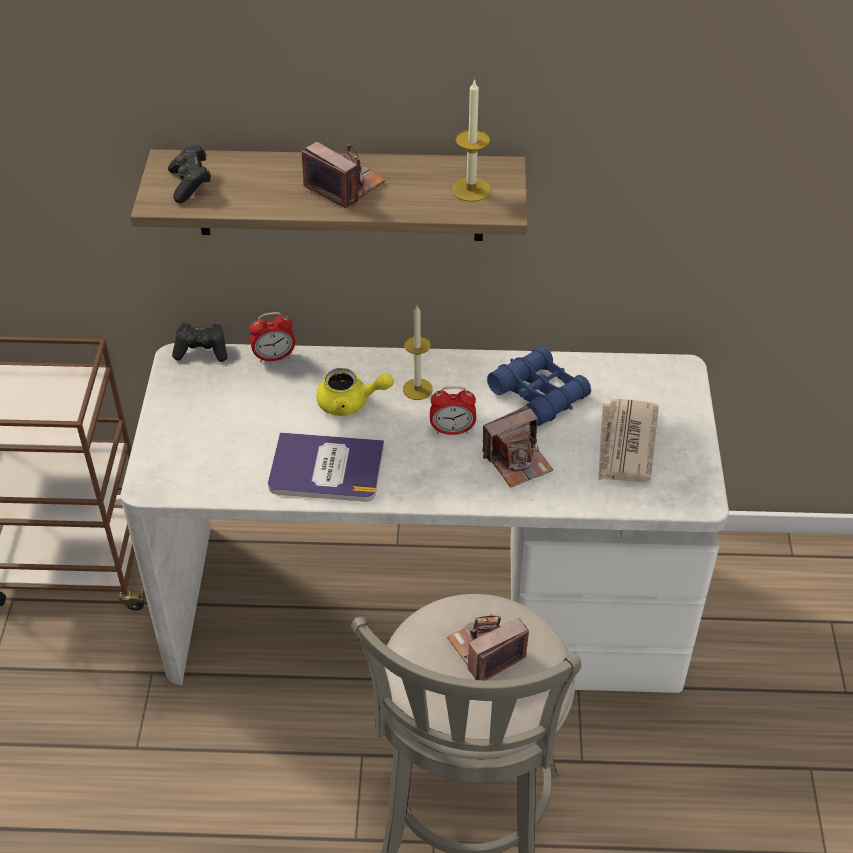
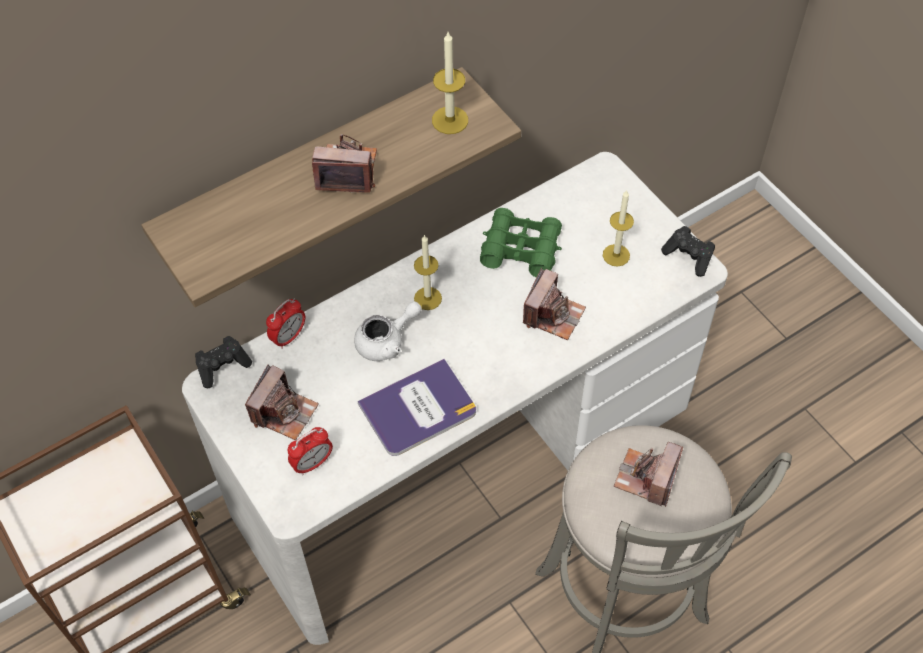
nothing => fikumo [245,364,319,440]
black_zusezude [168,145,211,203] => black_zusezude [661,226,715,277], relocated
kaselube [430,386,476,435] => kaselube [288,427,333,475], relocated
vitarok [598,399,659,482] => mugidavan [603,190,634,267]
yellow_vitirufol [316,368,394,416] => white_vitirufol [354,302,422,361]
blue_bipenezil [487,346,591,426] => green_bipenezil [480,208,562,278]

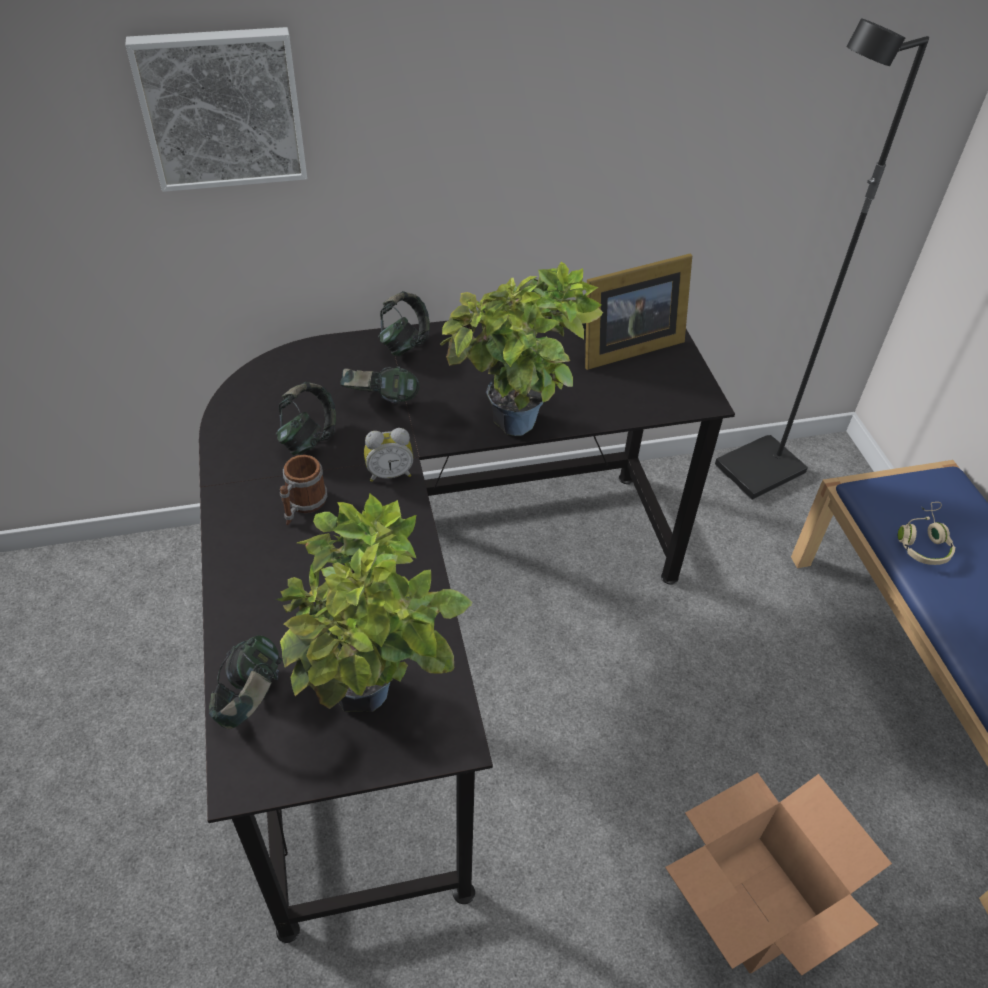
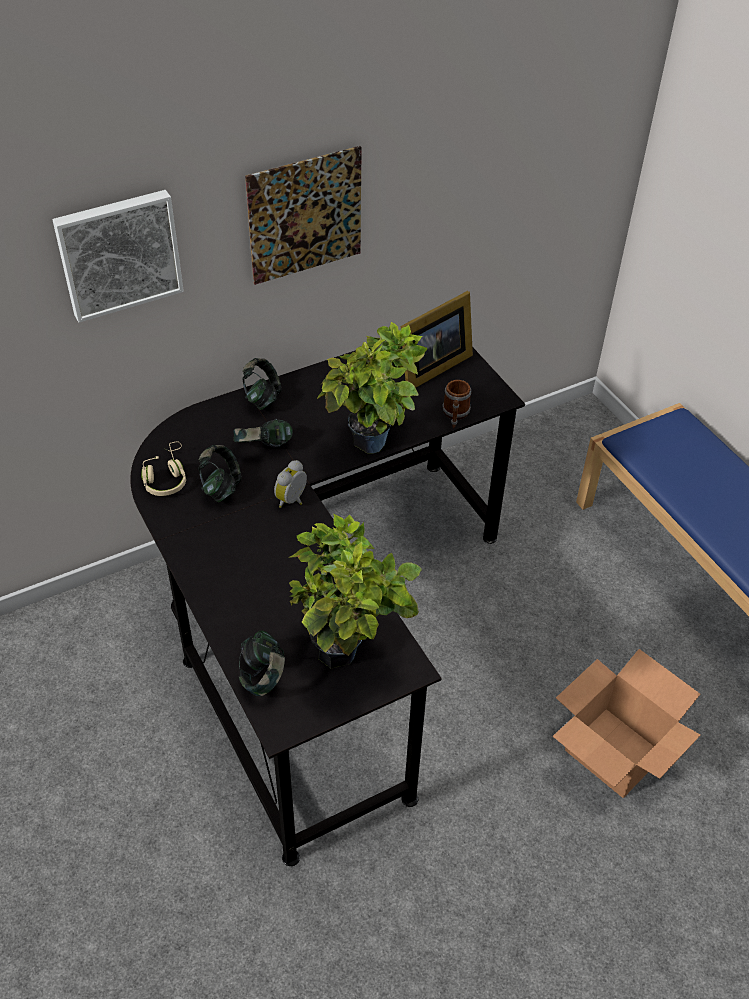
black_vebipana [715,18,929,500] => nothing
nothing => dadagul [245,146,362,285]
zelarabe [280,455,327,525] => zelarabe [442,380,471,429], relocated
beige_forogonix [898,502,955,565] => beige_forogonix [141,441,186,496], relocated
kaselube [364,428,414,482] => kaselube [274,460,307,508], 150 degrees clockwise

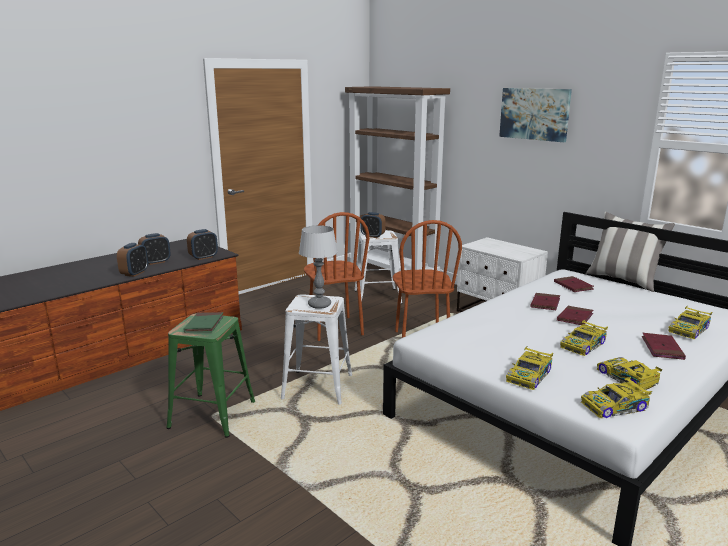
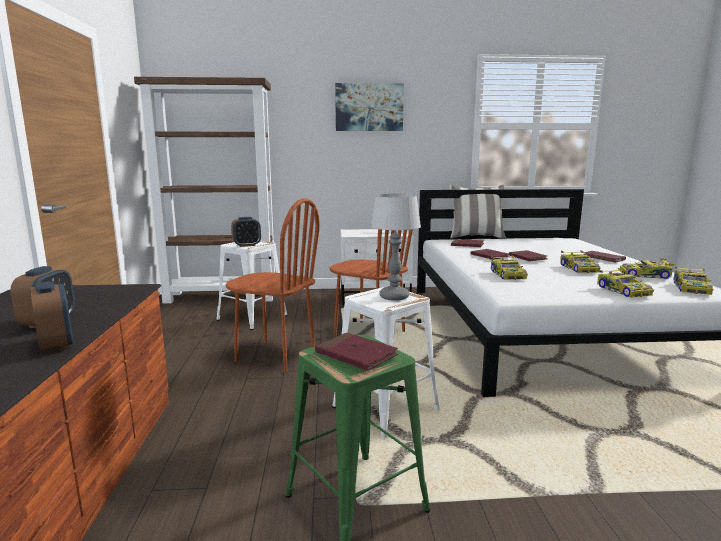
kaselube [187,229,218,260] => nothing
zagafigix [668,306,712,339] => zagafigix [491,255,528,280], relocated
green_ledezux [183,312,224,332] => red_ledezux [315,333,398,371]

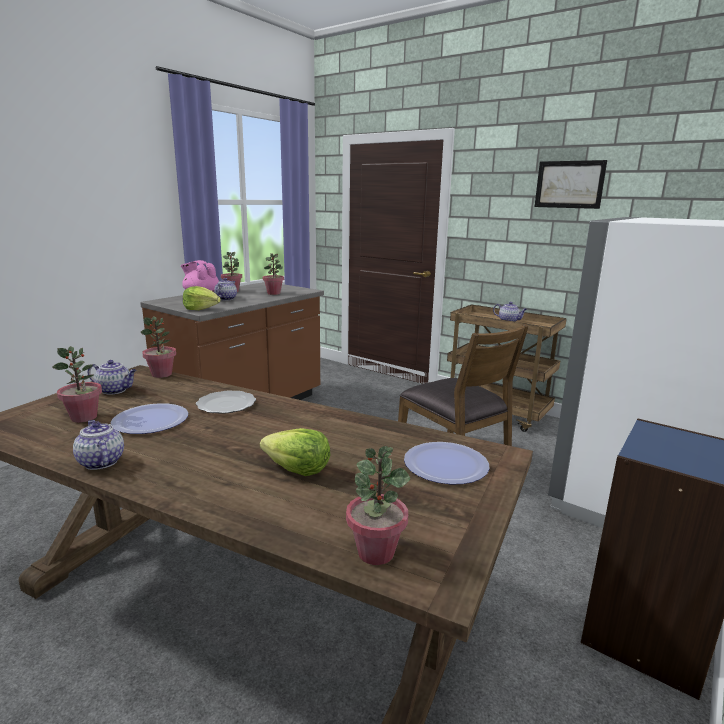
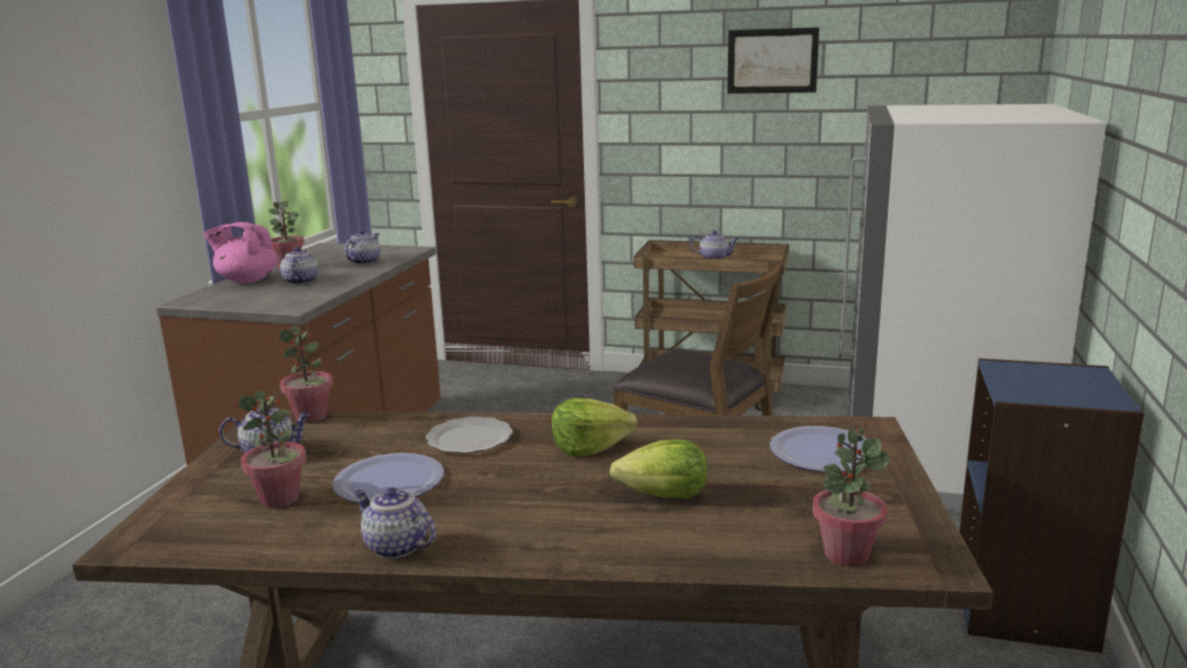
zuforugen [183,286,221,310] => zuforugen [551,398,638,457], relocated
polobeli [263,253,284,295] => vitirufol [344,230,380,265]

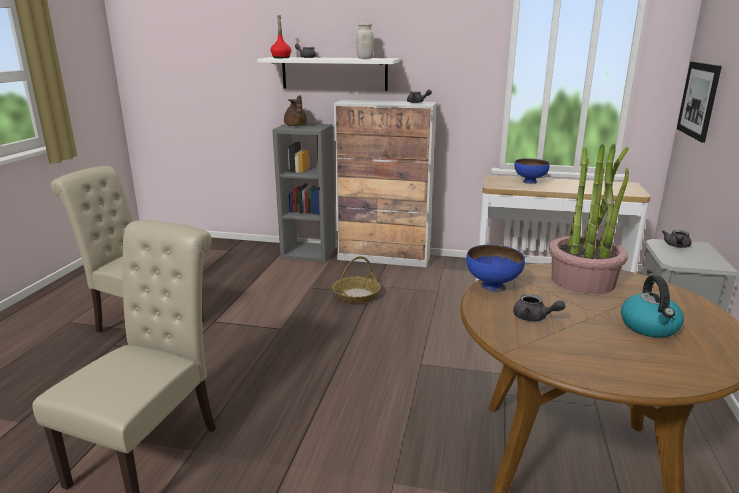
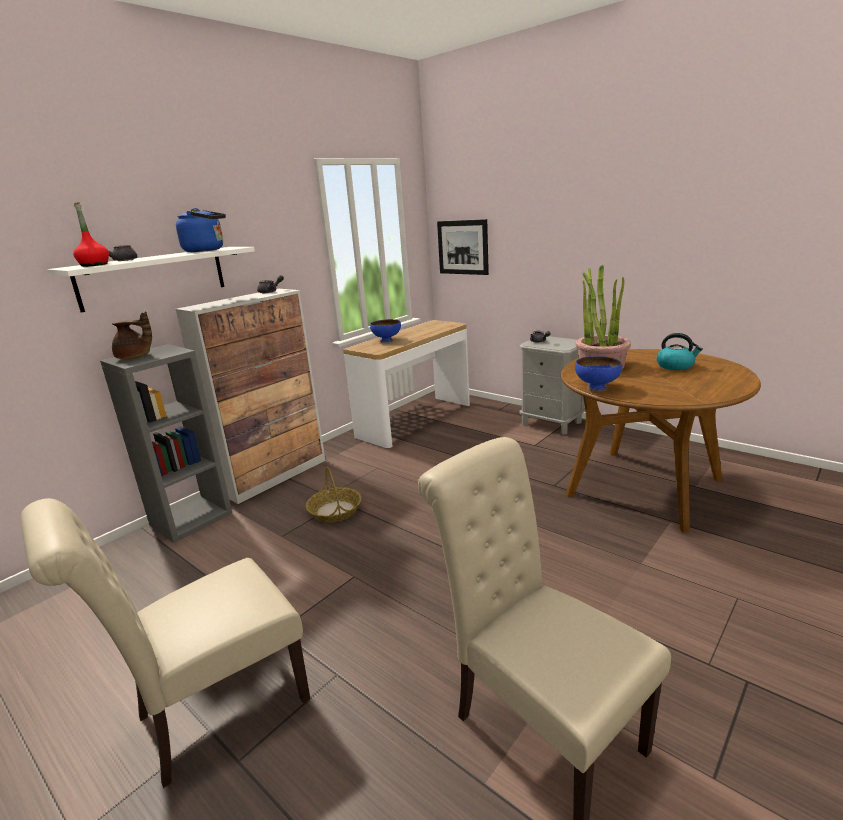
grey_vitirufol [513,294,565,321] => nothing
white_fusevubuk [356,22,374,59] => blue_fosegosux [176,208,226,252]

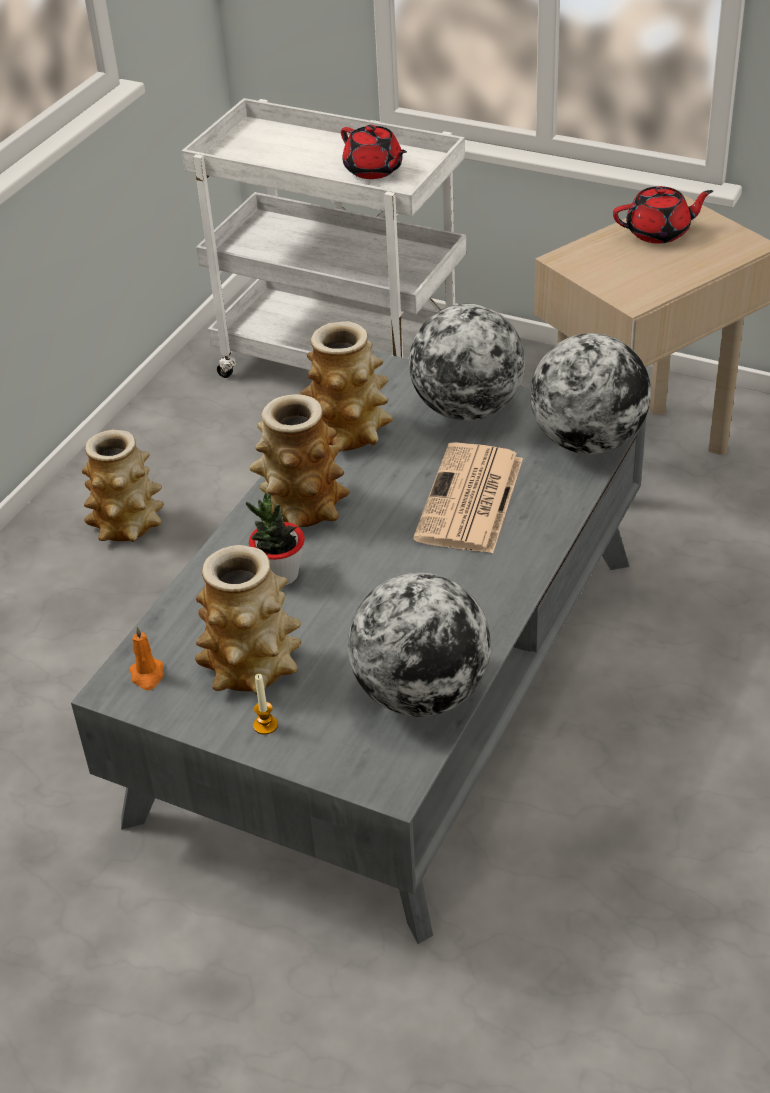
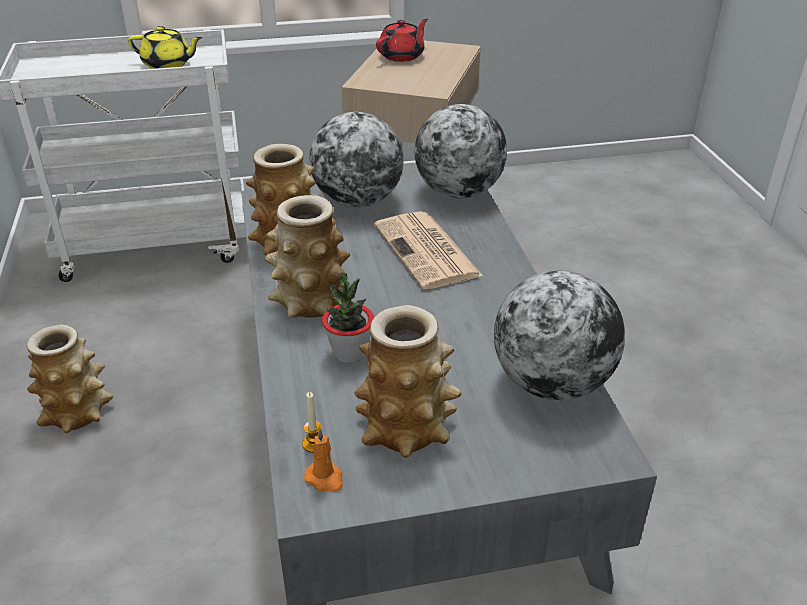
mugidavan [253,674,278,735] => mugidavan [302,392,321,453], relocated
red_vitirufol [341,125,407,179] => yellow_vitirufol [128,26,202,69]

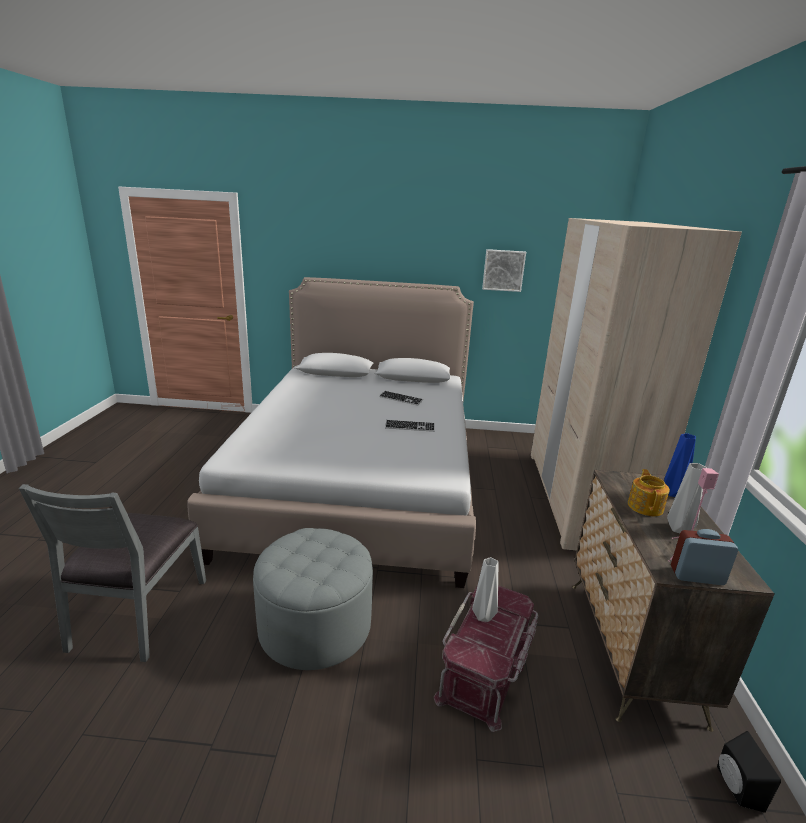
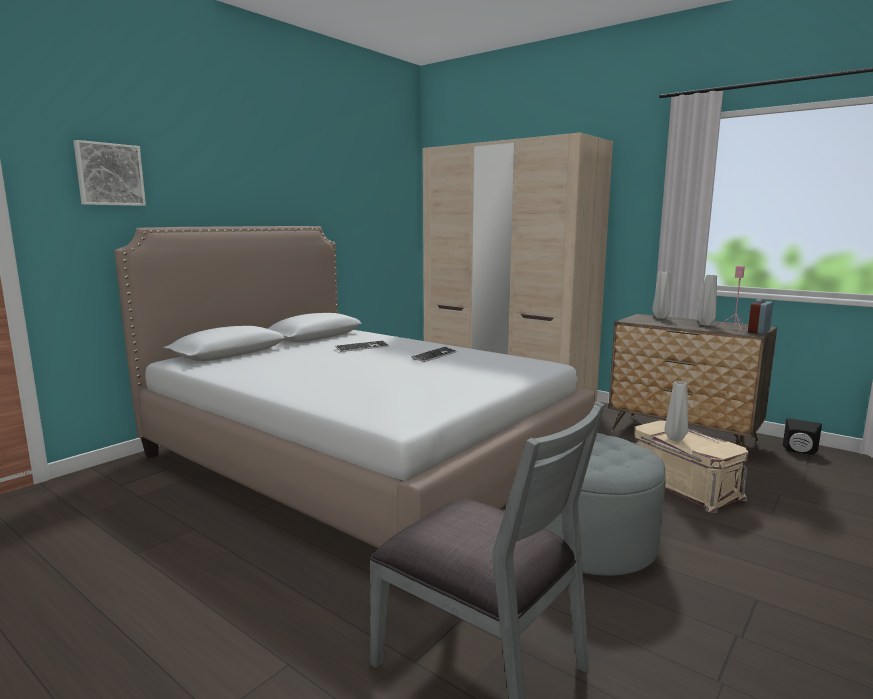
vitirufol [628,469,670,516] => nothing
dadagul [482,249,526,292] => dadagul [73,140,146,206], relocated
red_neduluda [434,585,538,732] => beige_neduluda [634,421,749,513]
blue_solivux [664,433,696,497] => grey_solivux [652,271,671,319]

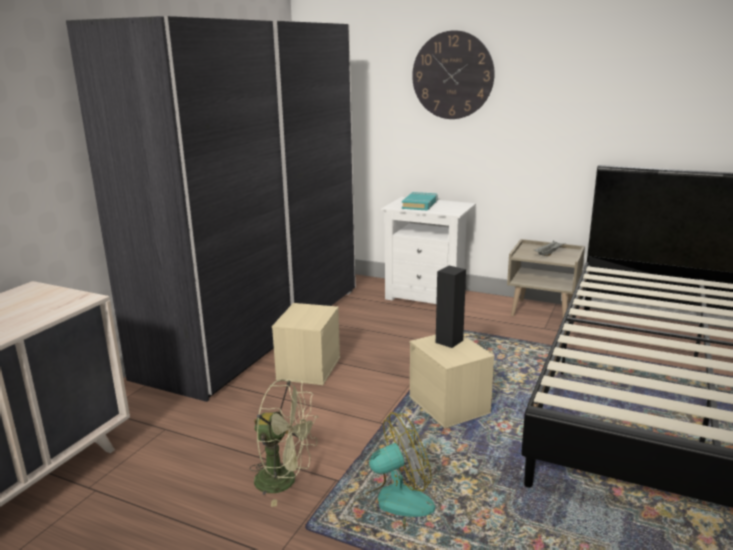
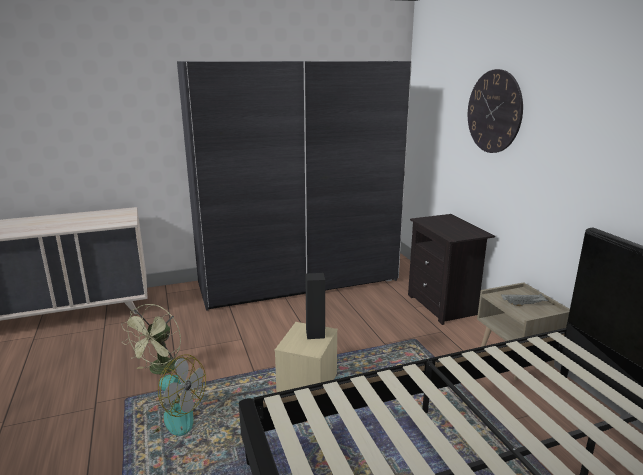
beige_neduluda [272,303,340,385] => nothing
turquoise_ledezux [402,192,437,210] => nothing
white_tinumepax [381,197,476,304] => black_tinumepax [408,214,495,325]
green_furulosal [249,379,318,507] => green_furulosal [121,304,183,374], 45 degrees clockwise

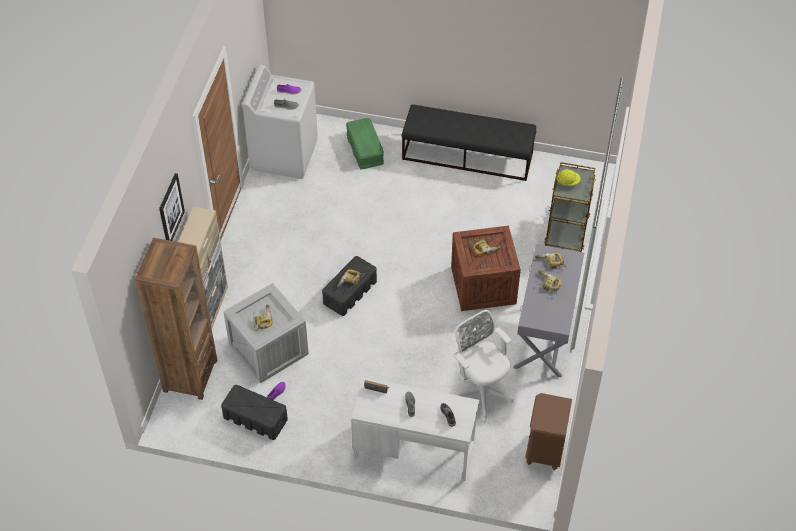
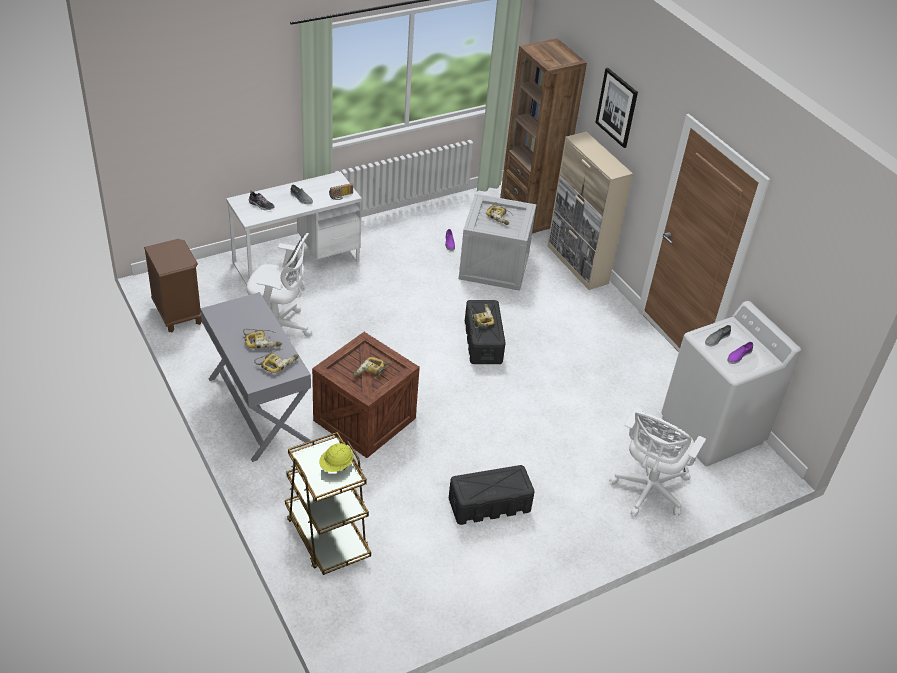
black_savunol [401,104,536,181] => nothing
black_neduluda [221,385,288,440] => black_neduluda [449,465,535,525], relocated
green_neduluda [346,118,384,170] => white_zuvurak [609,407,706,516]

